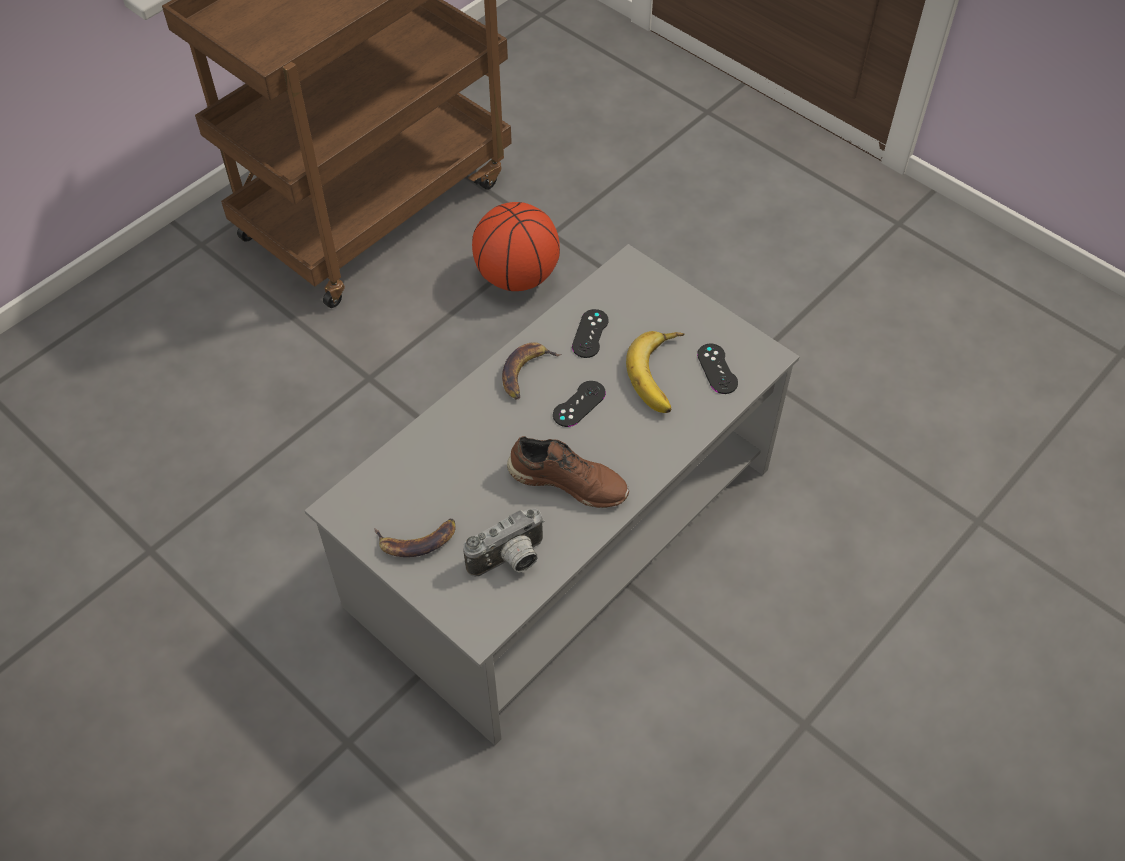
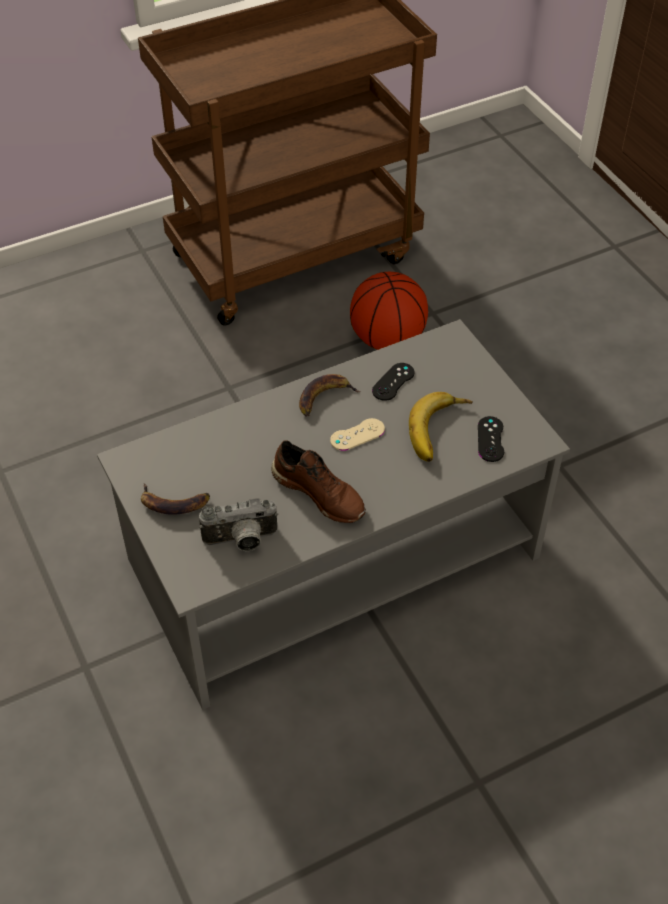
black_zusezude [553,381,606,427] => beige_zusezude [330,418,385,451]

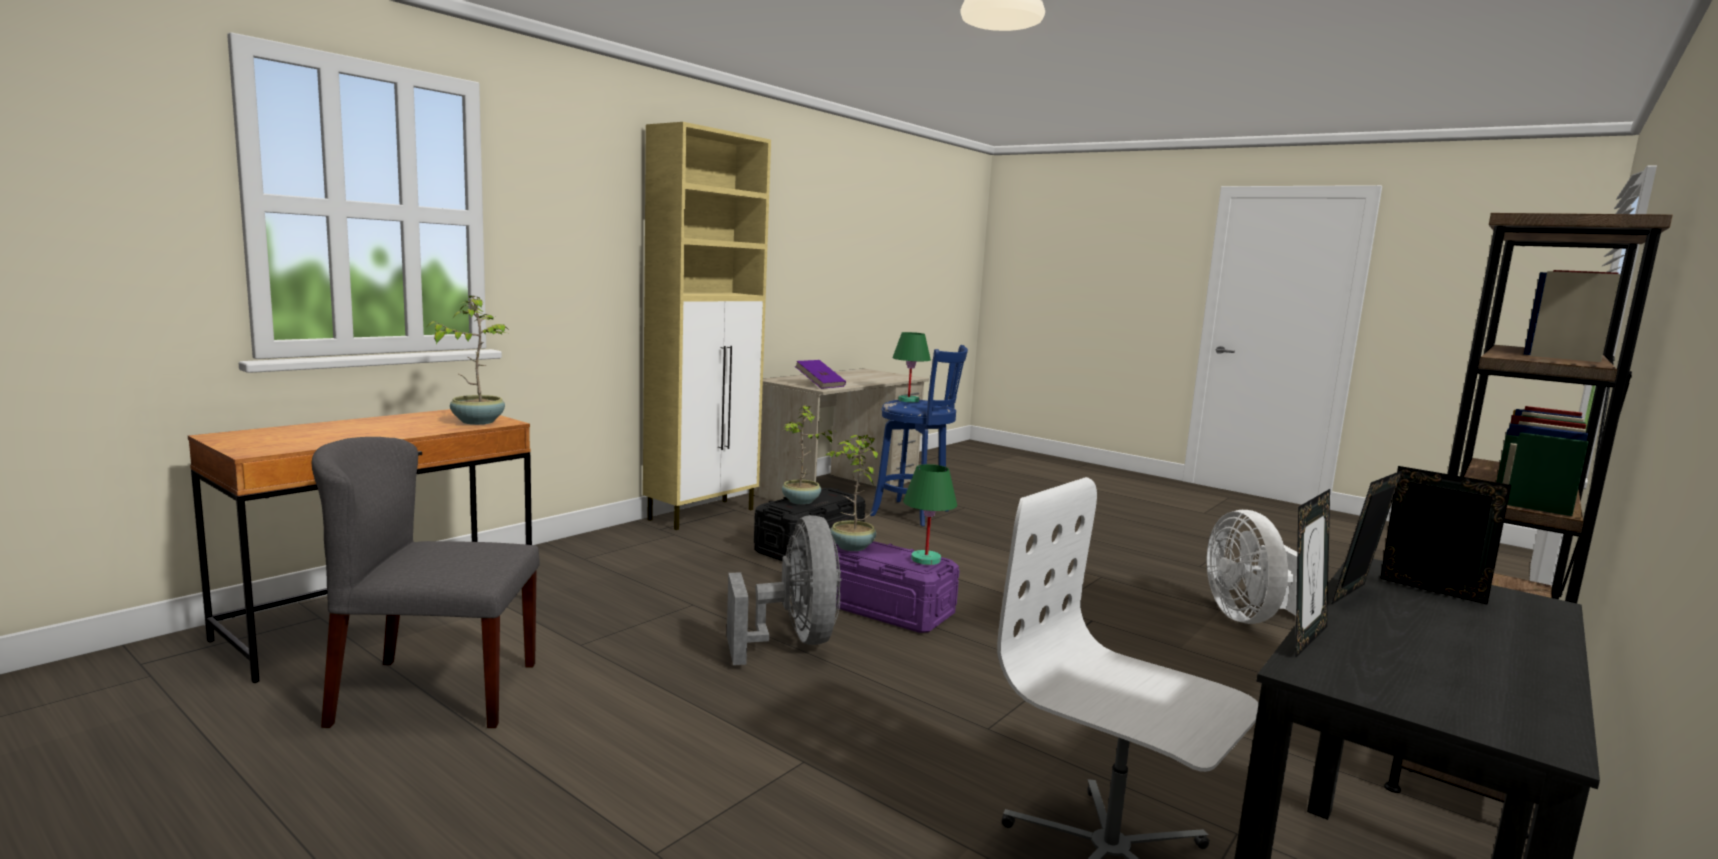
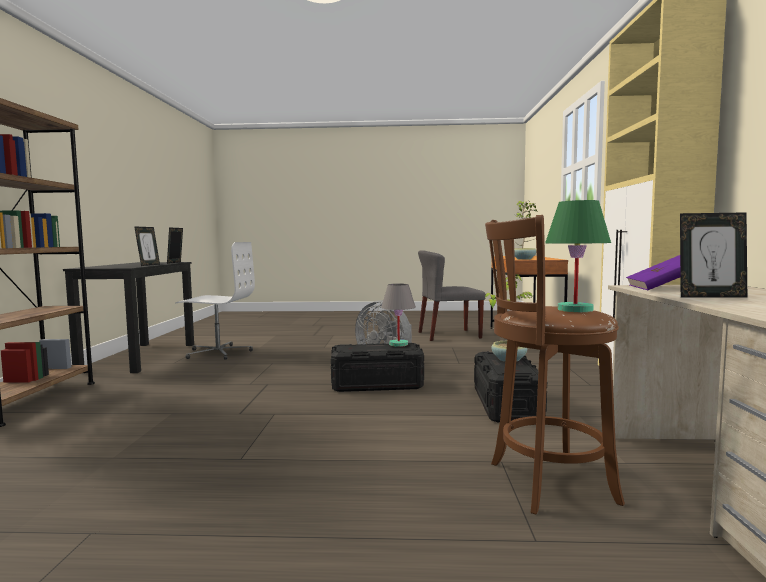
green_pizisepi [903,464,957,565] => nothing
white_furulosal [1207,510,1297,624] => nothing
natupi [1381,466,1511,605] => natupi [680,212,747,298], relocated
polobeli [826,435,878,551] => grey_pizisepi [381,284,416,347]
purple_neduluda [835,541,960,633] => black_neduluda [331,343,424,392]
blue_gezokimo [870,345,968,526] => brown_gezokimo [485,215,625,515]
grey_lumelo [311,437,540,728] => grey_lumelo [418,250,485,341], 150 degrees counterclockwise

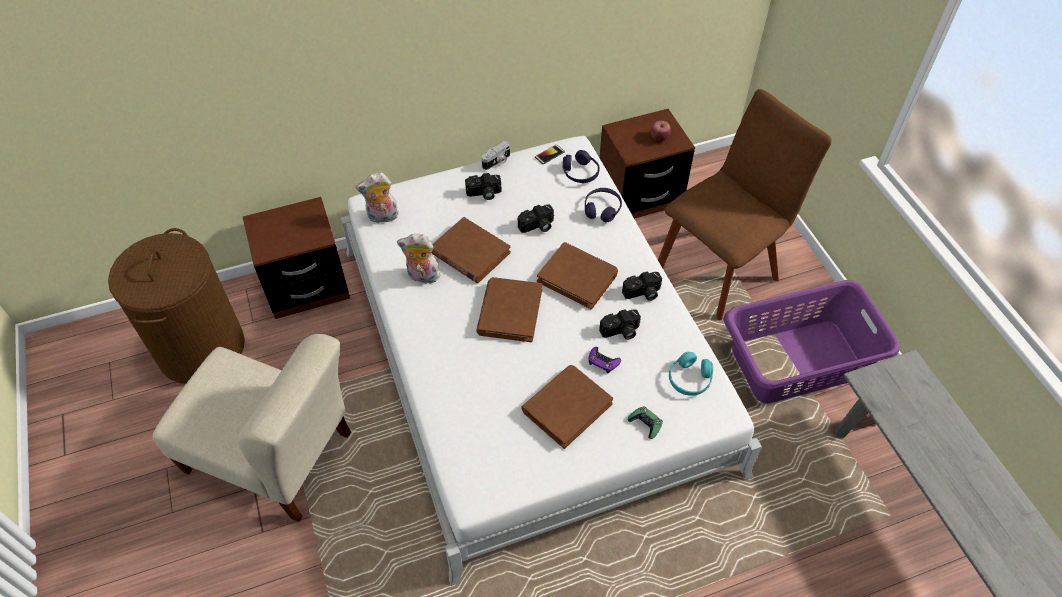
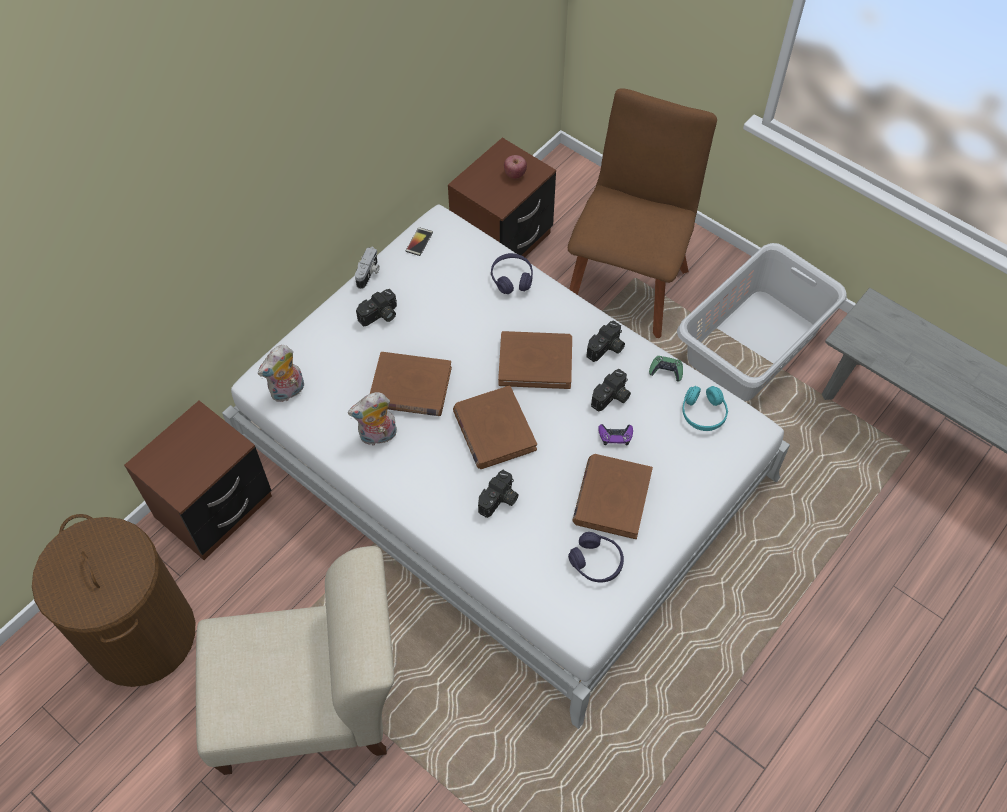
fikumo [518,204,554,233] => fikumo [478,470,519,518], relocated
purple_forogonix [563,150,600,183] => purple_forogonix [568,532,624,582], relocated
green_zusezude [628,407,663,439] => green_zusezude [649,356,683,381], relocated
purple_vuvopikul [723,280,900,403] => grey_vuvopikul [677,243,847,401]

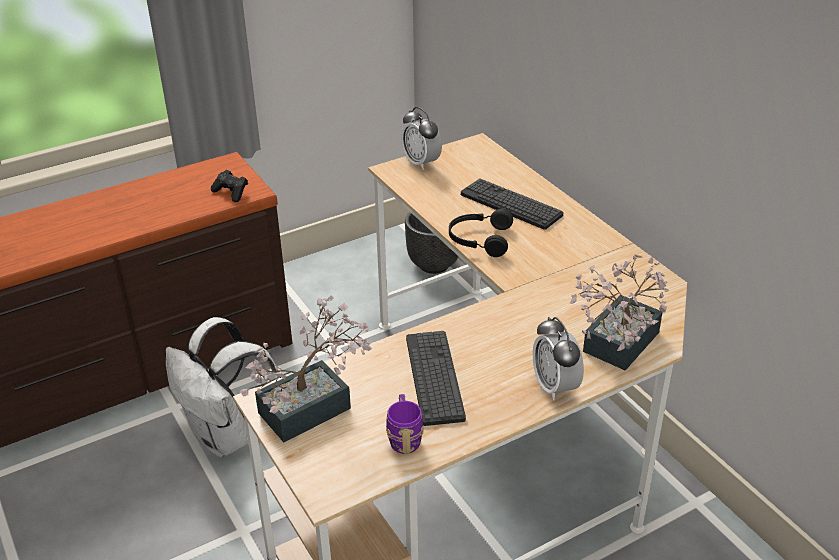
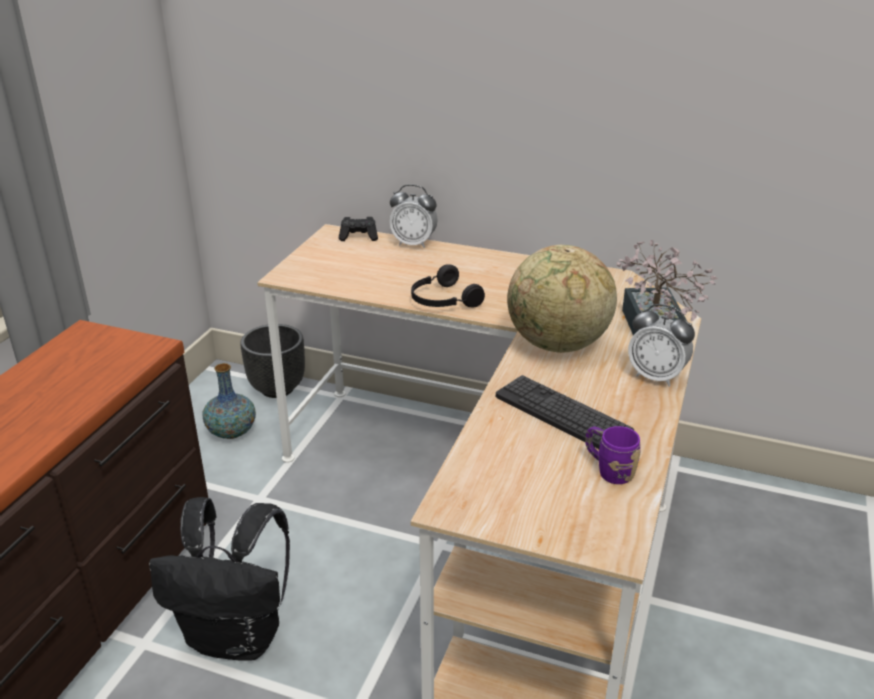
polobeli [240,296,372,442] => nothing
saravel [461,178,563,230] => nothing
nothing => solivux [203,363,256,439]
nothing => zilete [507,245,617,353]
black_zusezude [211,170,248,202] => black_zusezude [339,217,378,241], relocated
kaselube [401,107,442,170] => kaselube [389,185,438,248], relocated
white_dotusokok [166,317,281,458] => black_dotusokok [149,497,290,661]

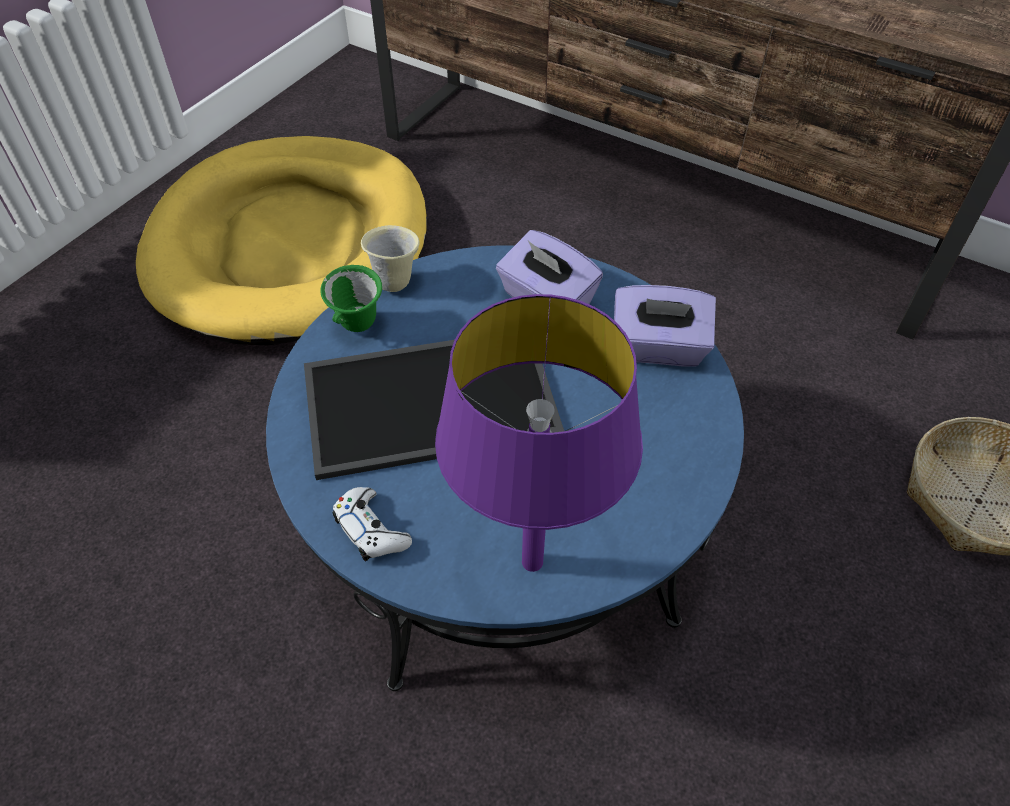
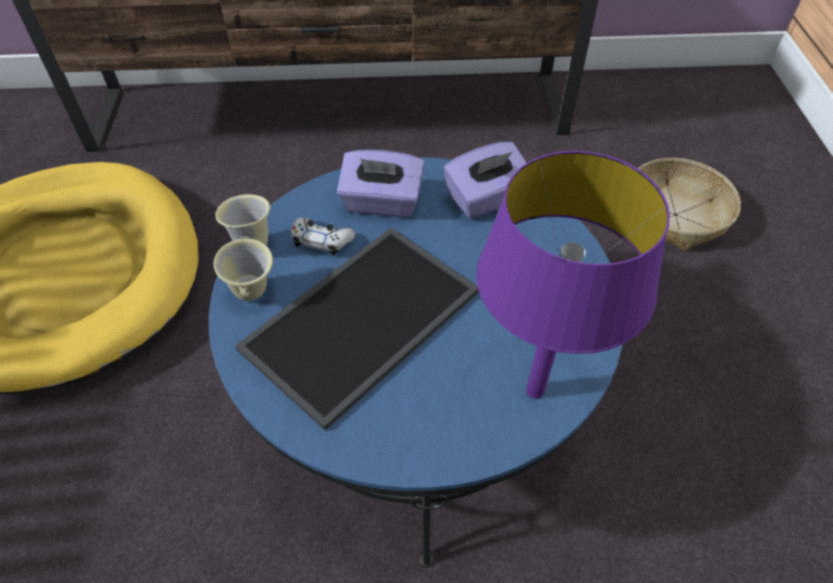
white_zusezude [333,487,412,561] => white_zusezude [291,218,355,256], relocated
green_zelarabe [320,265,382,332] => beige_zelarabe [213,238,273,301]

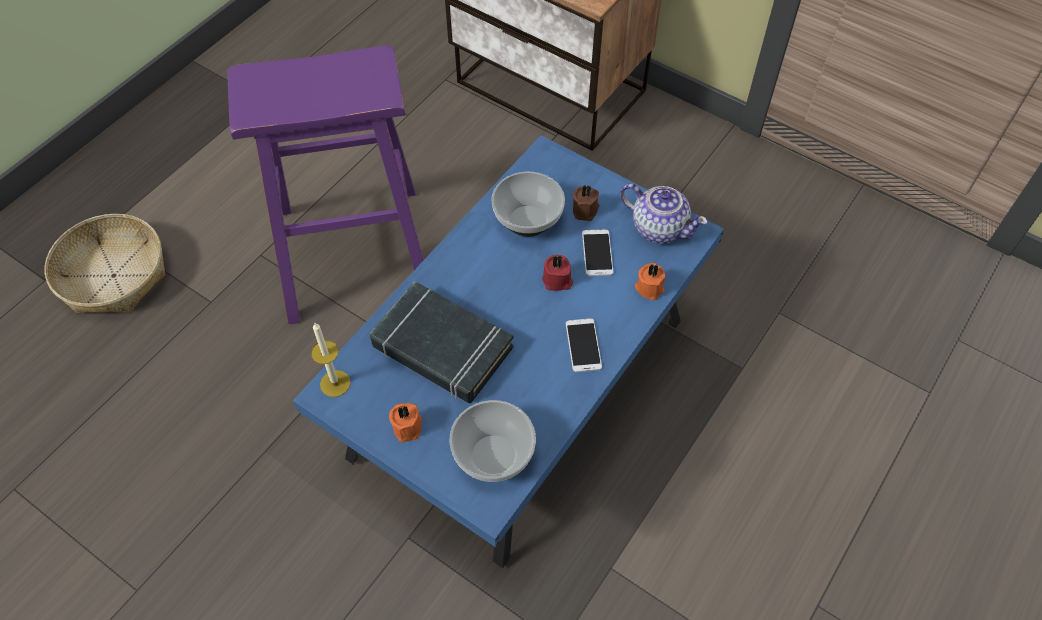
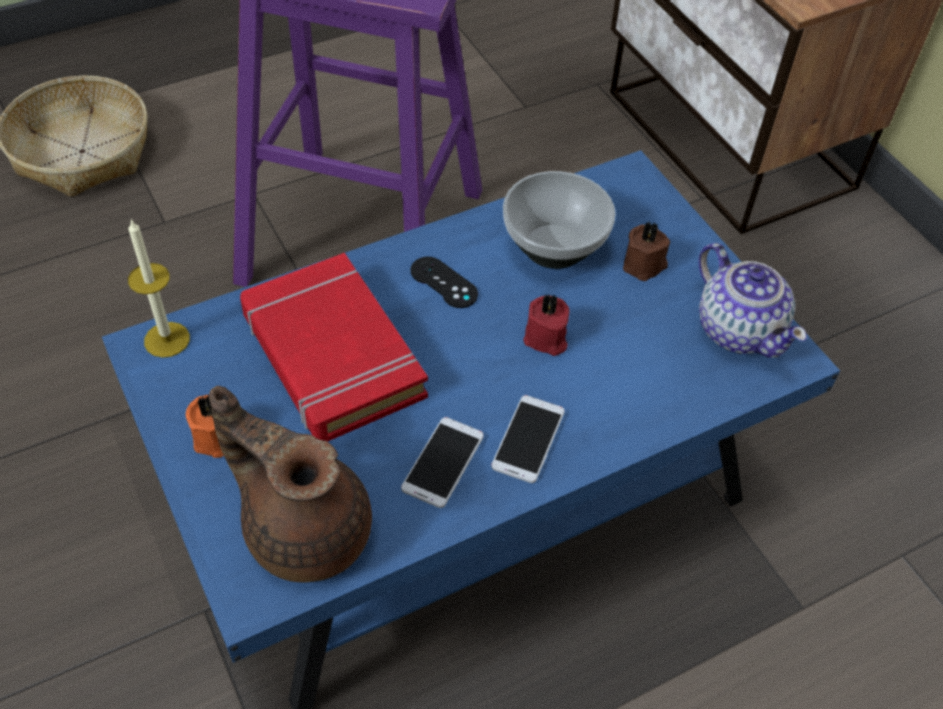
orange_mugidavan [635,263,665,300] => nothing
nothing => black_zusezude [410,257,478,308]
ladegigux [582,229,613,276] => ladegigux [401,417,484,508], relocated
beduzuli [449,400,536,482] => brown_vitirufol [209,386,372,582]
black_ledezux [370,281,514,403] => red_ledezux [240,253,428,442]

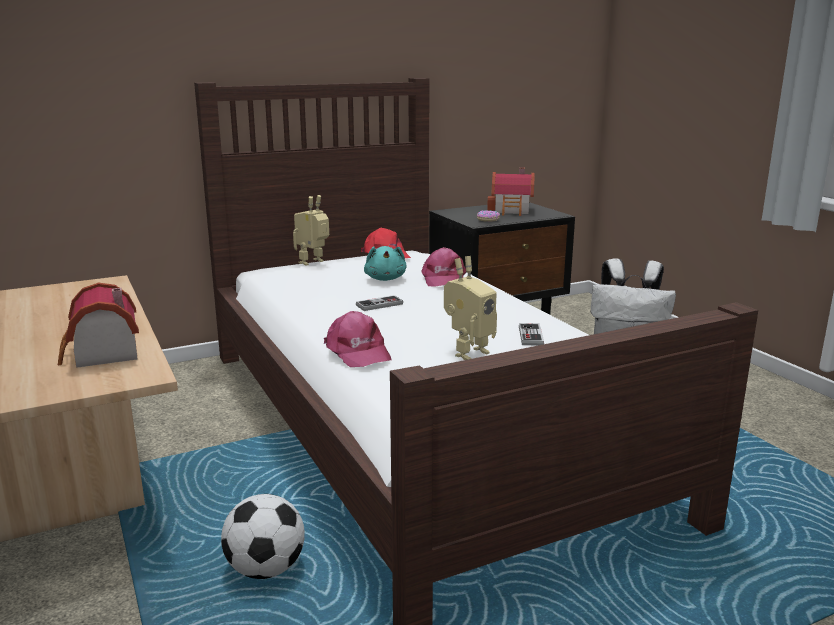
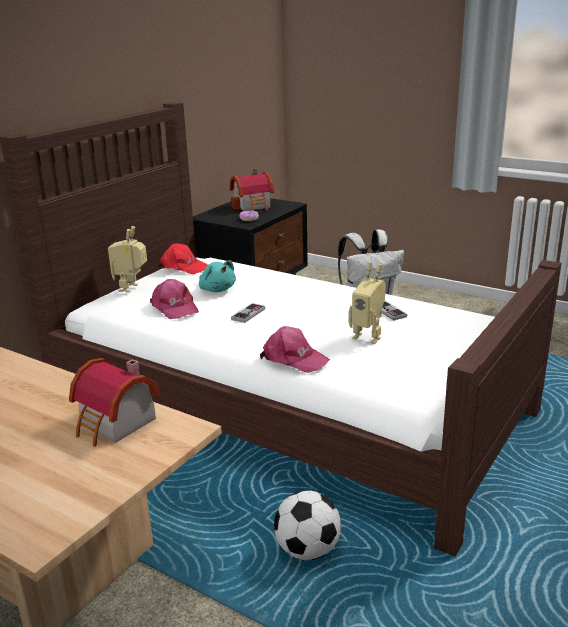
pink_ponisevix [421,247,466,287] => pink_ponisevix [150,279,199,319], relocated
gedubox [444,256,497,360] => gedubox [349,262,386,344], 105 degrees clockwise

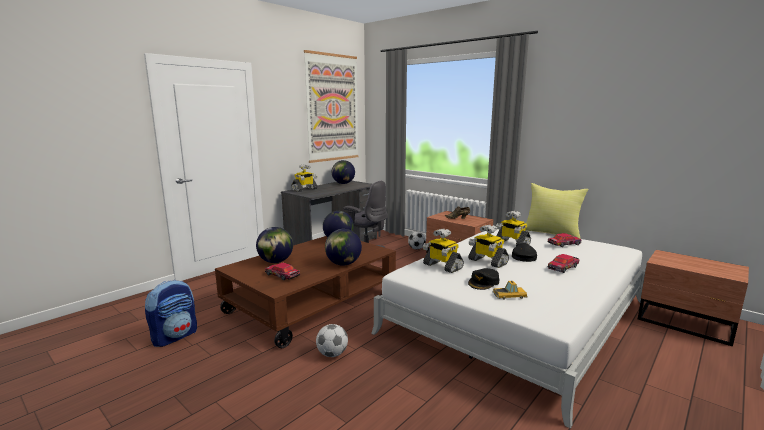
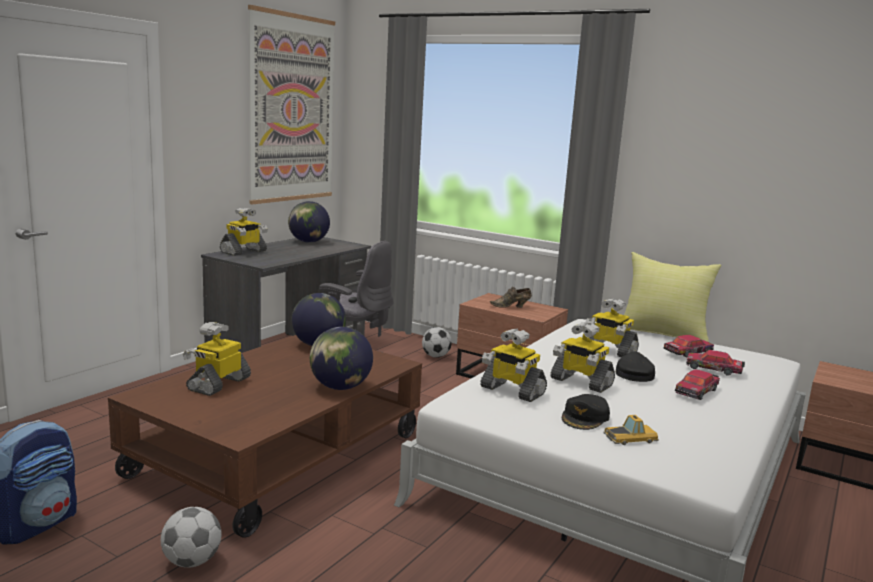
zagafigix [265,263,300,280] => zagafigix [686,350,745,376], relocated
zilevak [316,324,348,357] => zilevak [161,507,222,567], relocated
zilete [256,227,293,263] => gedubox [183,322,251,396]

